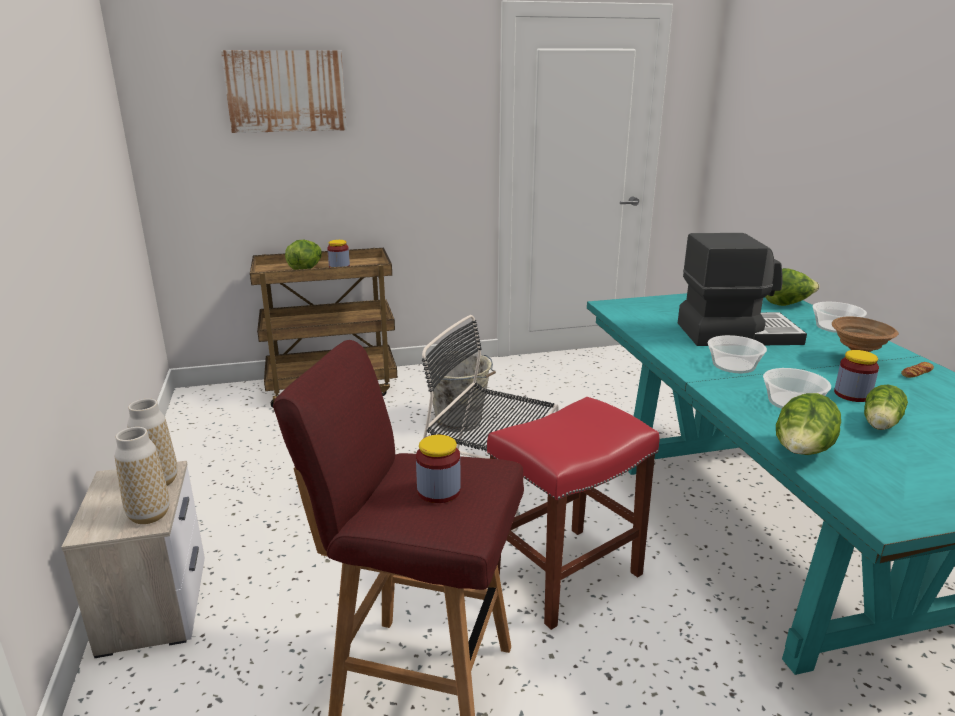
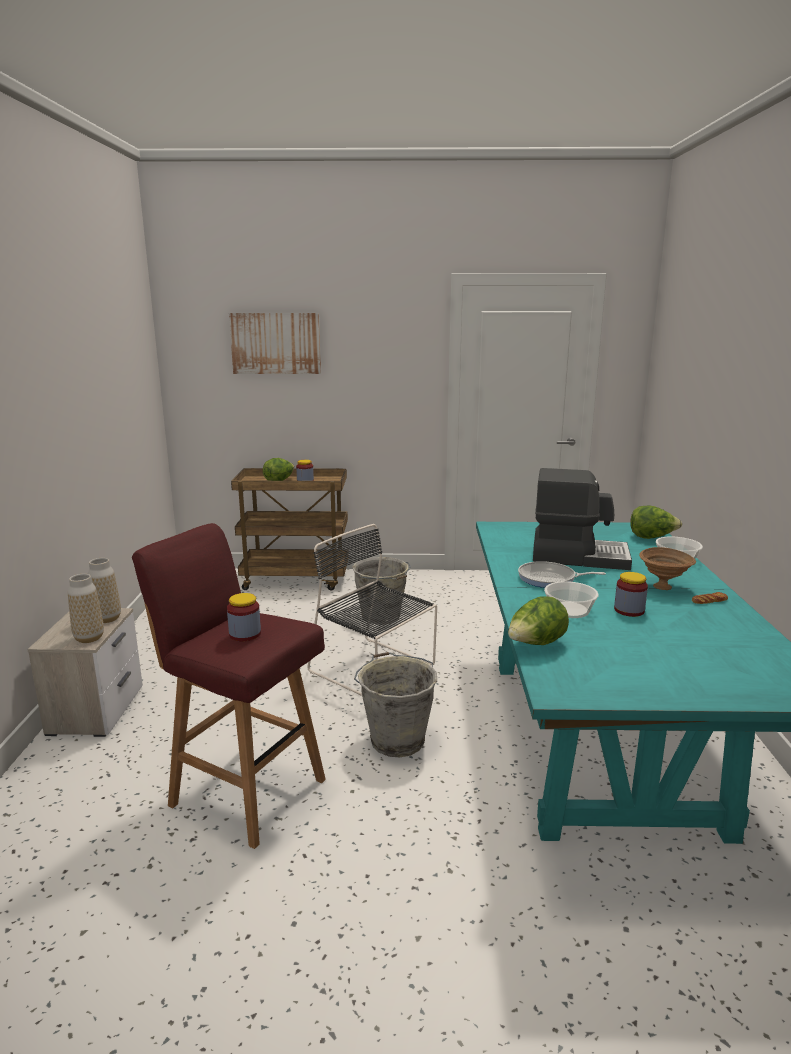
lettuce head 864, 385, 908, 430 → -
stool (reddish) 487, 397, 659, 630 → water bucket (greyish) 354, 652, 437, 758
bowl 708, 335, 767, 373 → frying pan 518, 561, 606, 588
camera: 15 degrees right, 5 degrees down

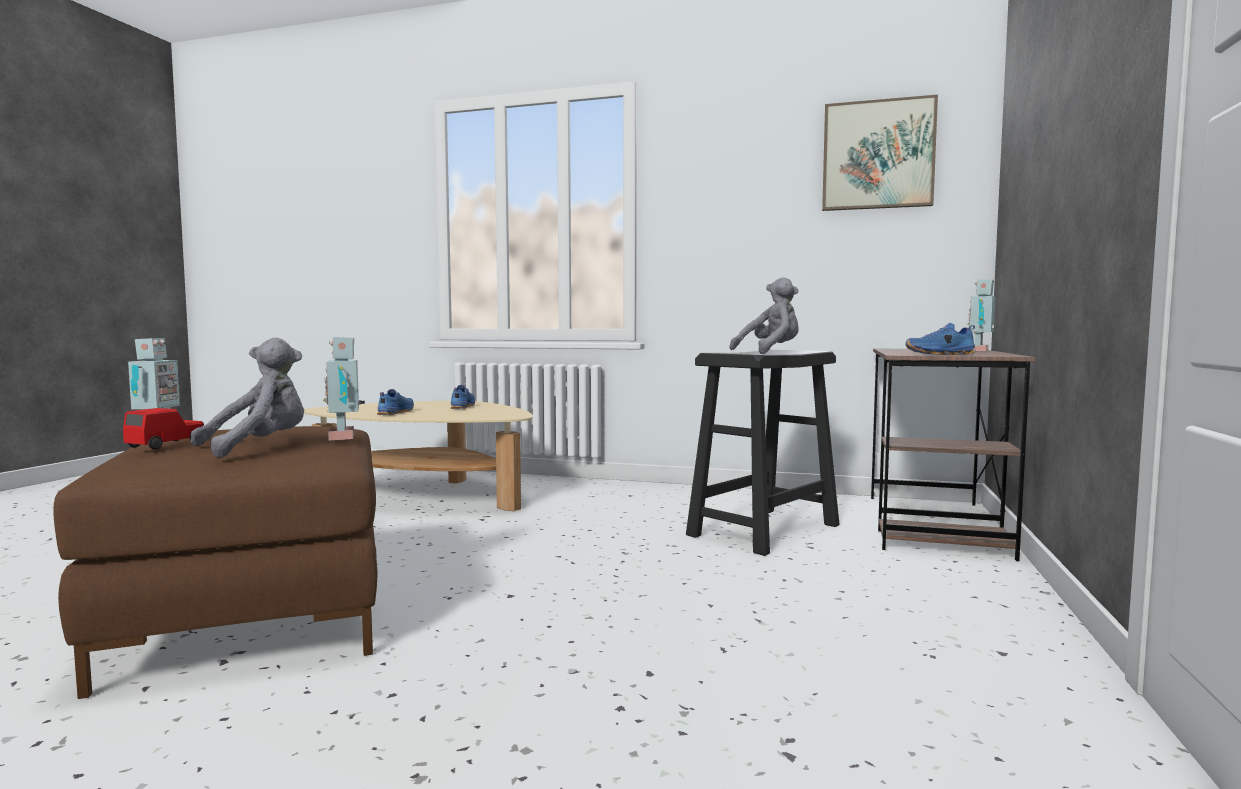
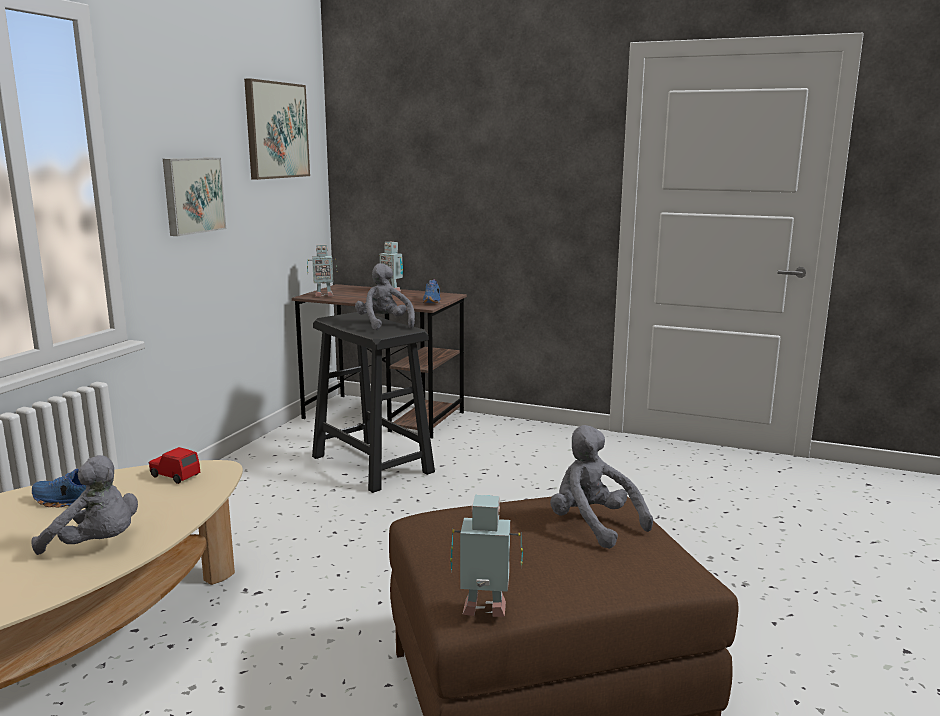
- → wall art 163, 158, 226, 236
miniature car (reddish) 123, 408, 204, 450 → miniature car (reddish) 149, 447, 200, 484, relocated
toy robot 323, 337, 365, 441 → toy robot 307, 245, 337, 297, relocated
shoe (blue) 377, 389, 414, 415 → plush toy (greyish) 31, 455, 138, 555
camera: 85 degrees left, 10 degrees up

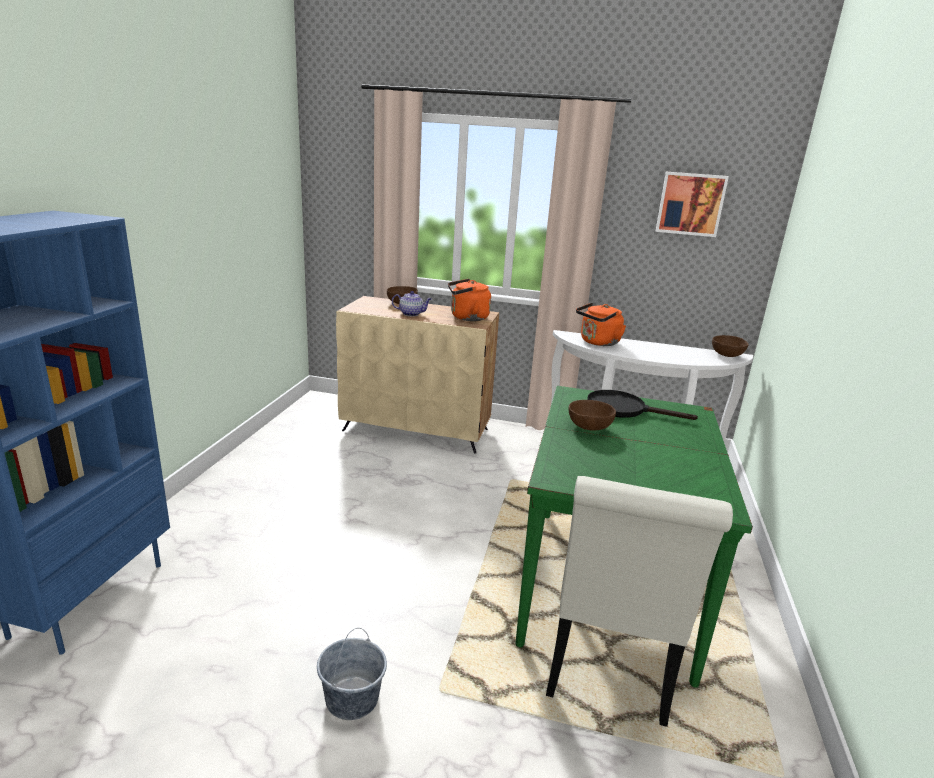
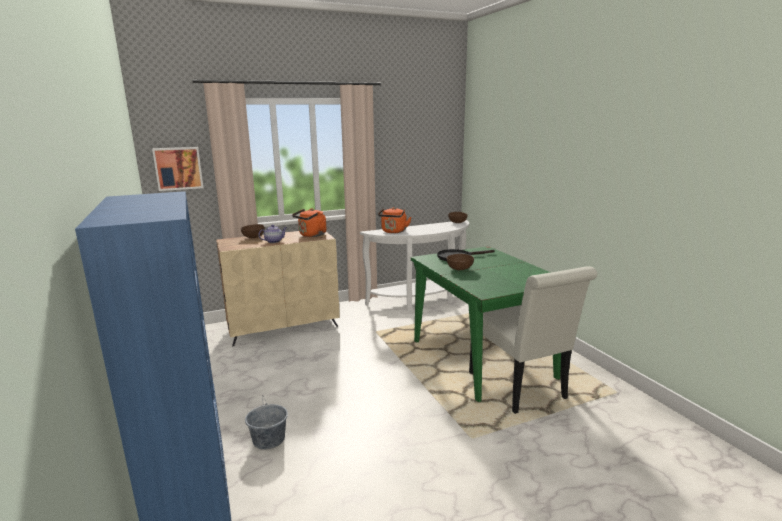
water bucket (greyish) 317, 628, 387, 720 → water bucket (greyish) 245, 395, 288, 450, relocated
wall art 656, 172, 729, 237 → wall art 152, 147, 203, 191, relocated
camera: 35 degrees left, 5 degrees down

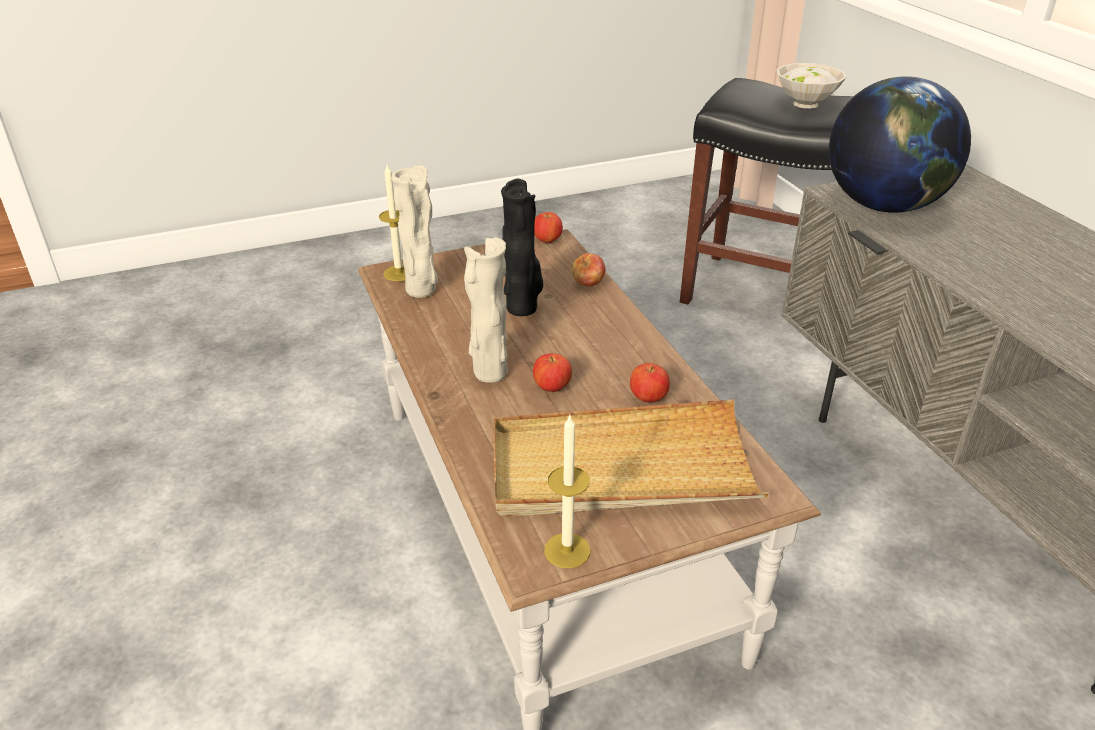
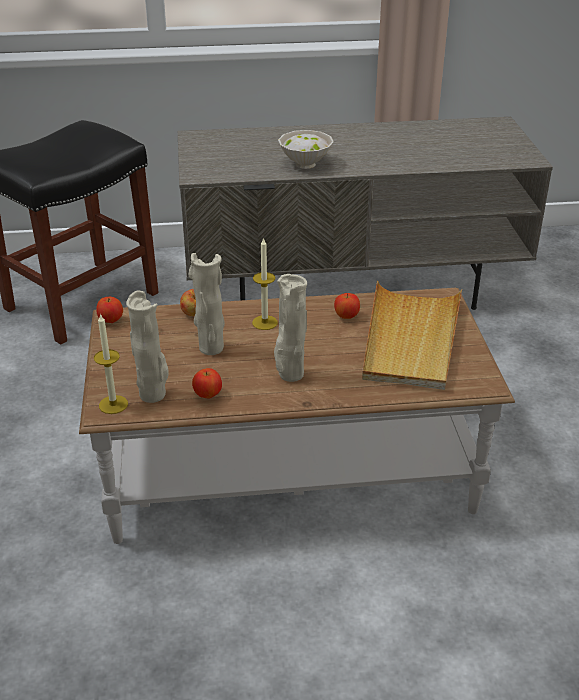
globe 829, 76, 971, 213 → -
apple fruit 533, 353, 572, 392 → apple fruit 192, 368, 222, 398, relocated
wax light 544, 415, 590, 568 → wax light 252, 237, 278, 330, relocated
bowl (whitish) 776, 63, 846, 109 → bowl (whitish) 278, 130, 334, 169, relocated
decorative vase (black) 501, 179, 543, 316 → decorative vase (beige-coloured) 189, 253, 225, 355
camera: 75 degrees left, 0 degrees up

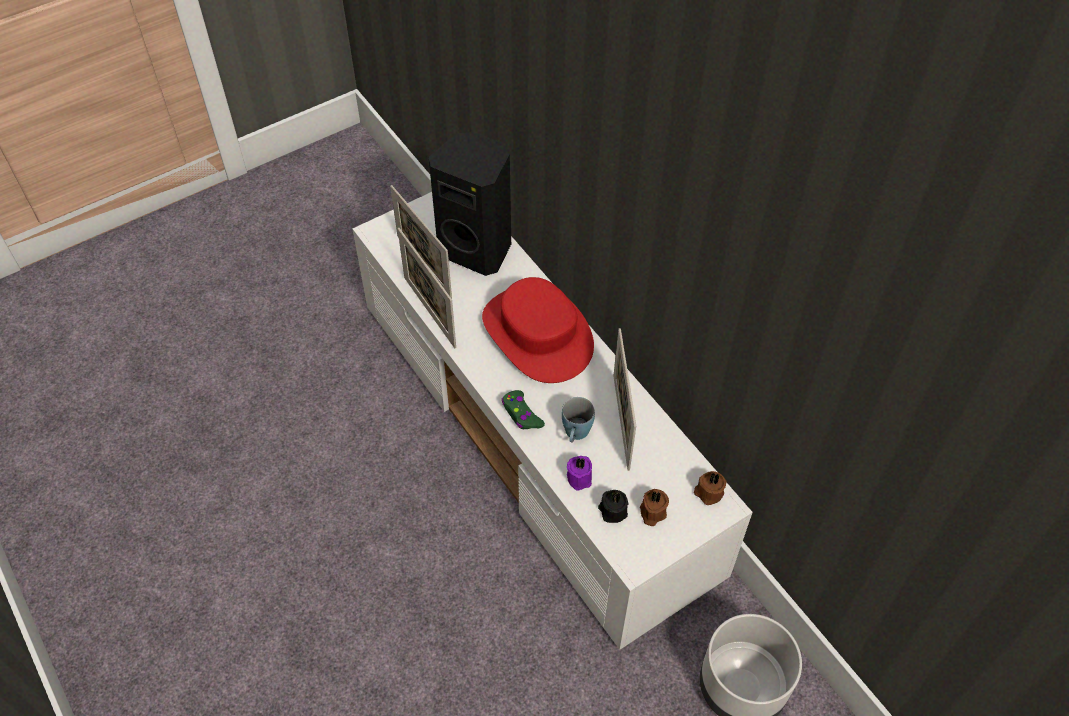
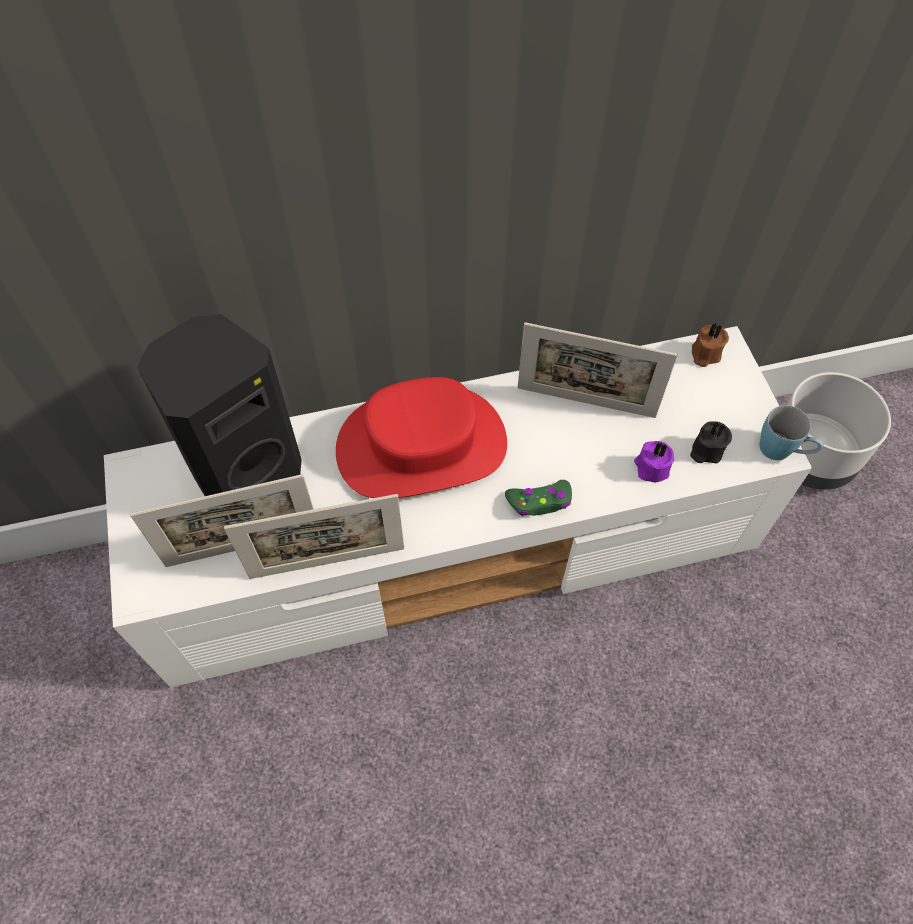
wax light (brown-coloured) 640, 489, 669, 526 → -
coffee mug (blue) 562, 397, 595, 443 → coffee mug (blue) 759, 405, 823, 460, relocated
camera: 70 degrees left, 5 degrees up

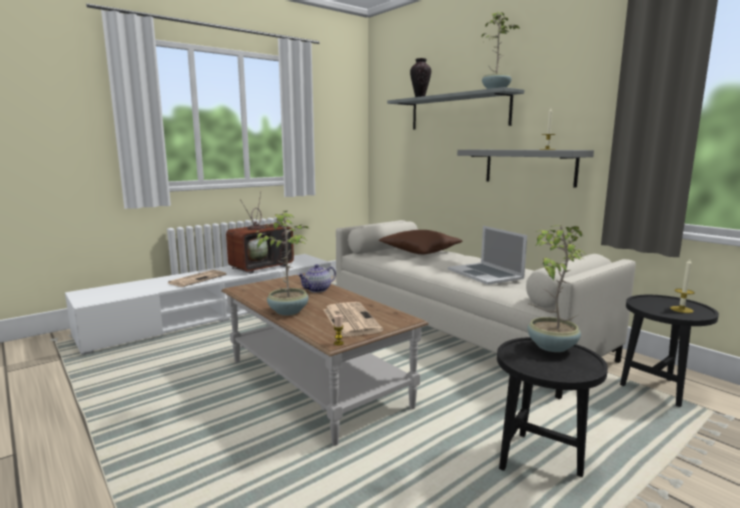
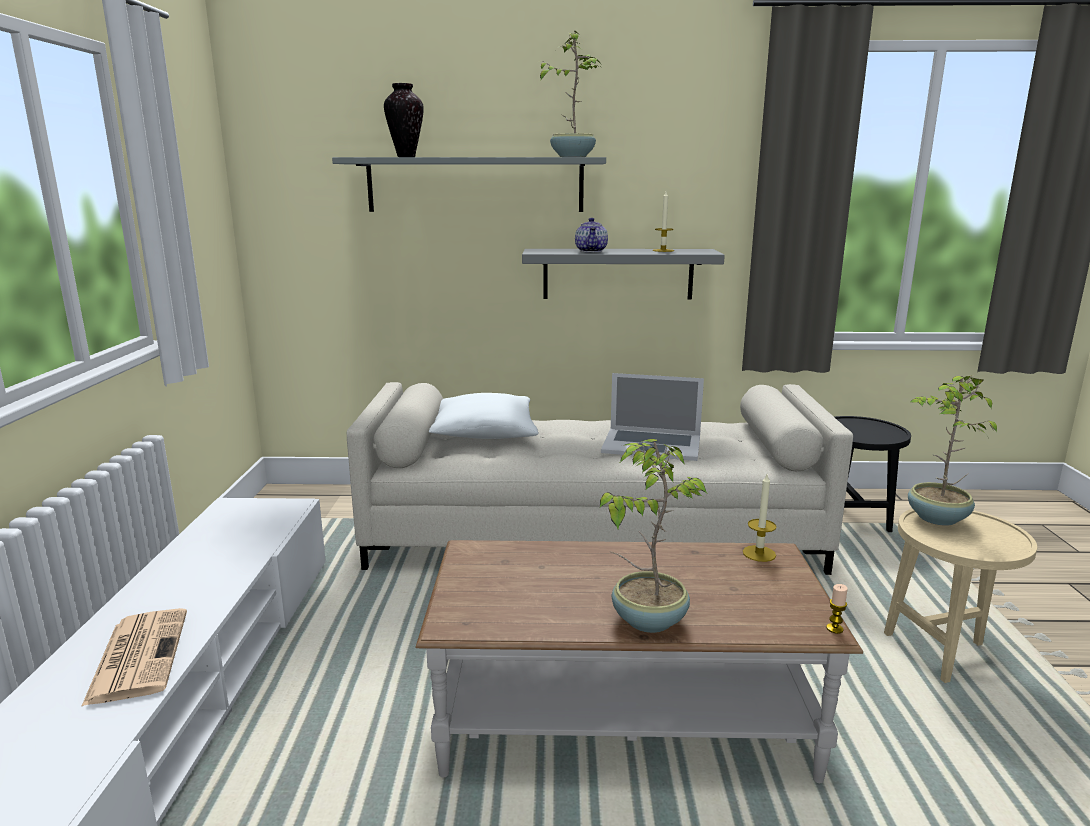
TV 226, 194, 294, 274 → -
printed paper 324, 302, 383, 337 → -
teapot 298, 264, 336, 293 → teapot 575, 218, 608, 252, relocated
wax light 670, 259, 695, 313 → wax light 743, 474, 777, 562, relocated
pillow (brown-coloured) 379, 230, 462, 255 → pillow (whitish) 429, 393, 539, 439
side table (black) 497, 337, 608, 477 → side table (beige-coloured) 884, 509, 1037, 683
camera: 50 degrees left, 5 degrees up

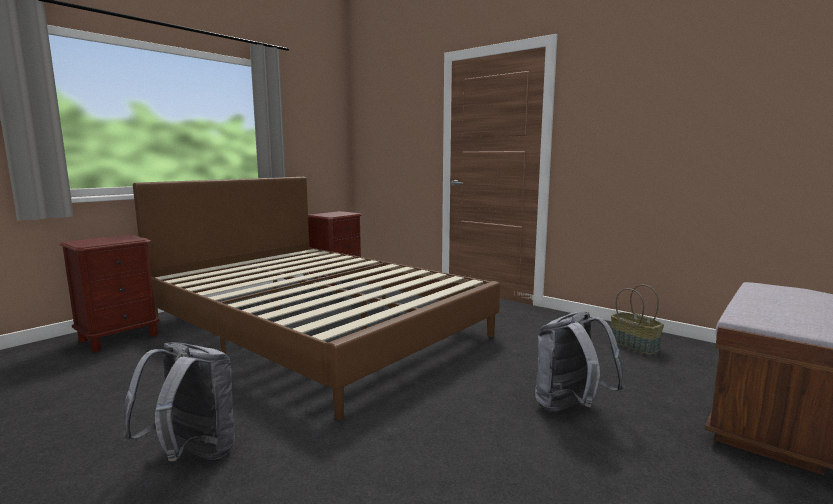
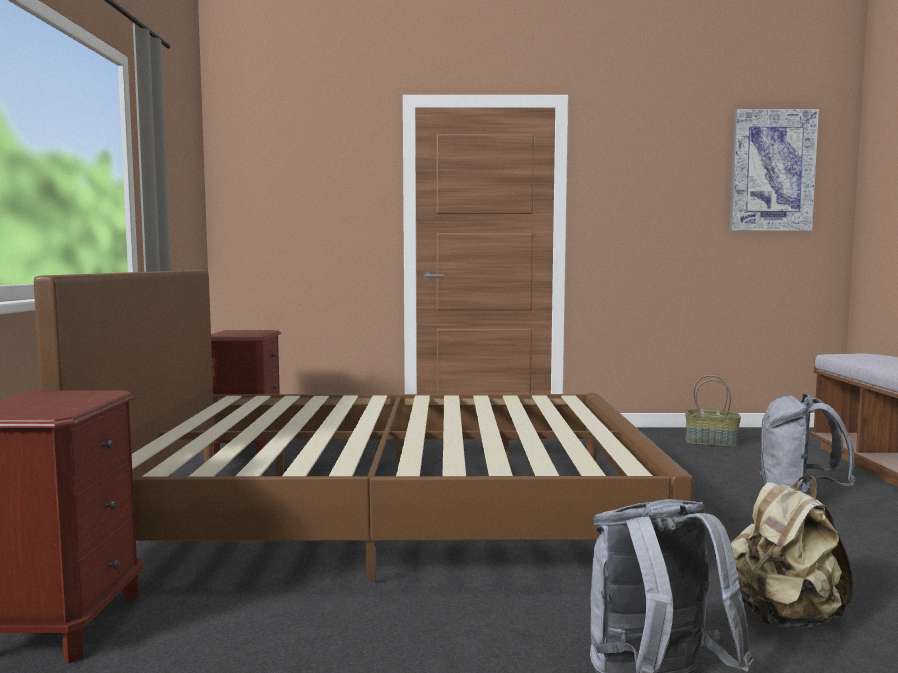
- → wall art 730, 109, 819, 231
- → rucksack (beige-coloured) 731, 476, 853, 628
camera: 40 degrees left, 5 degrees down

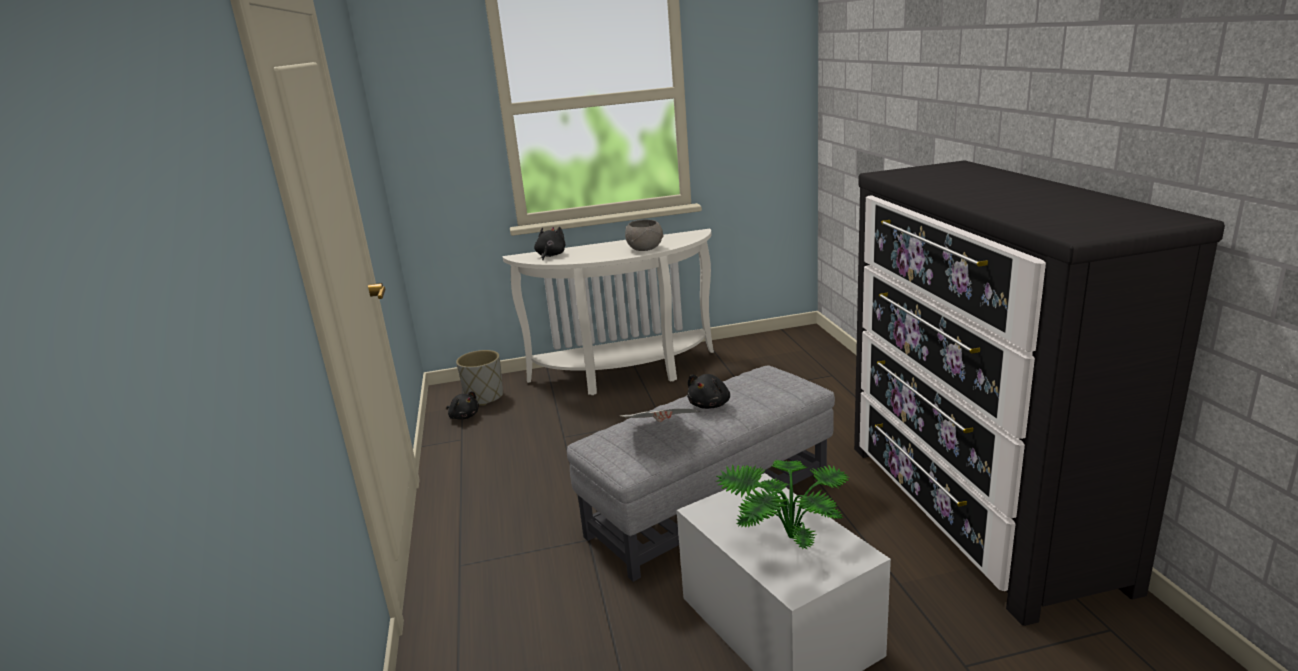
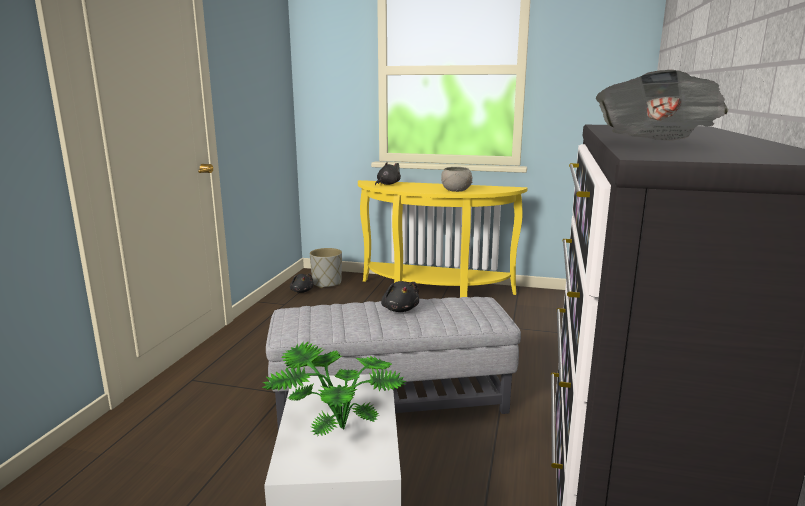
printed paper 620, 409, 701, 422 → printed paper 596, 70, 729, 140, relocated
narrow table (whitish) 502, 229, 714, 395 → narrow table (yellowish) 358, 180, 528, 297
plush toy (black) 687, 374, 730, 409 → plush toy (black) 381, 281, 419, 312, 75 degrees counterclockwise
camera: 25 degrees right, 5 degrees down

